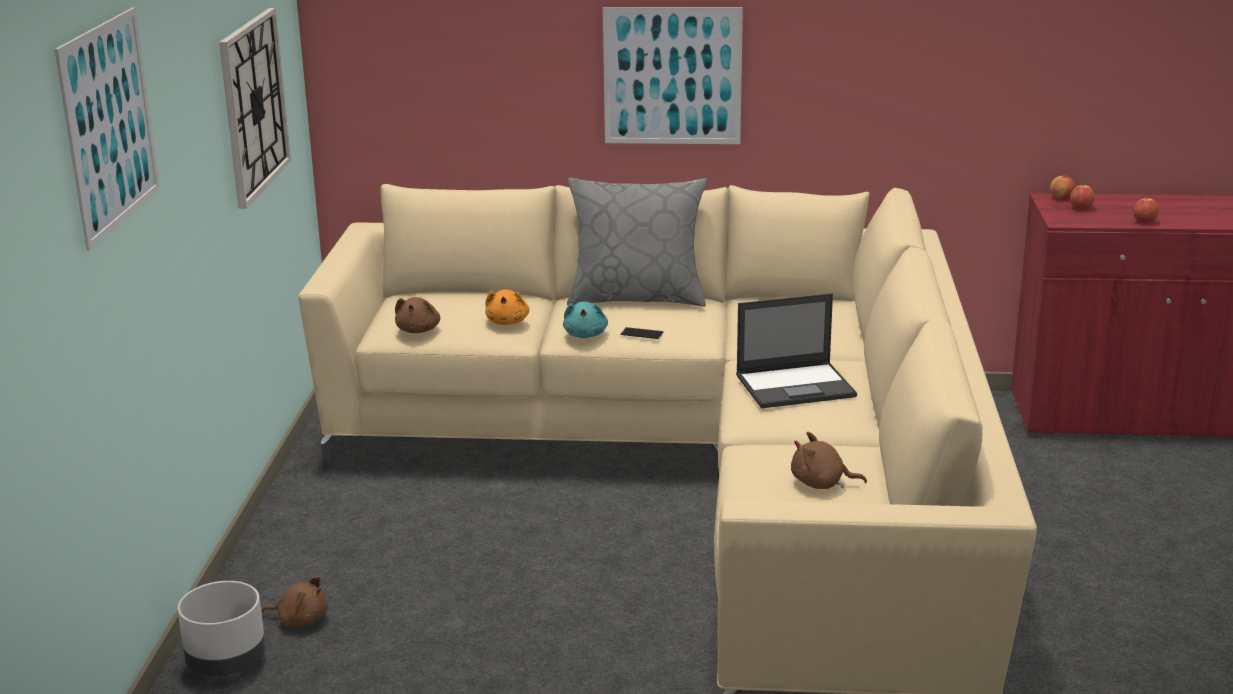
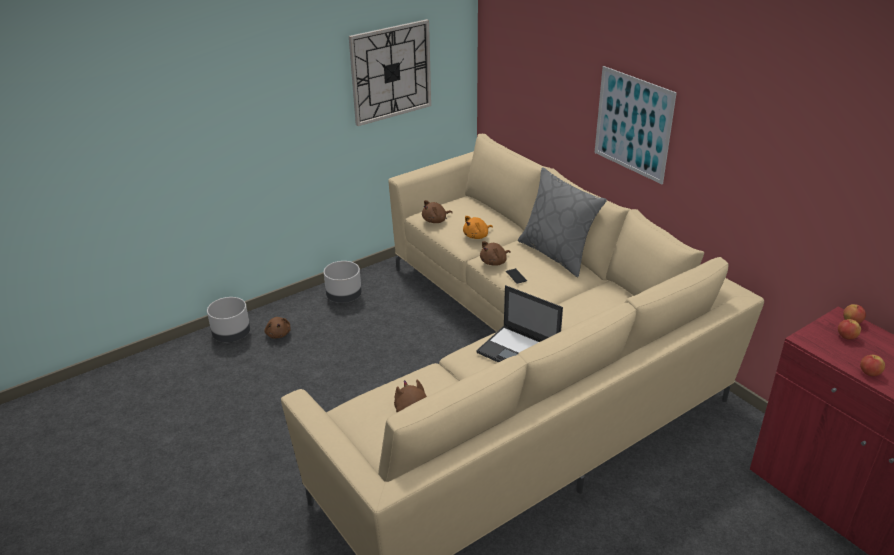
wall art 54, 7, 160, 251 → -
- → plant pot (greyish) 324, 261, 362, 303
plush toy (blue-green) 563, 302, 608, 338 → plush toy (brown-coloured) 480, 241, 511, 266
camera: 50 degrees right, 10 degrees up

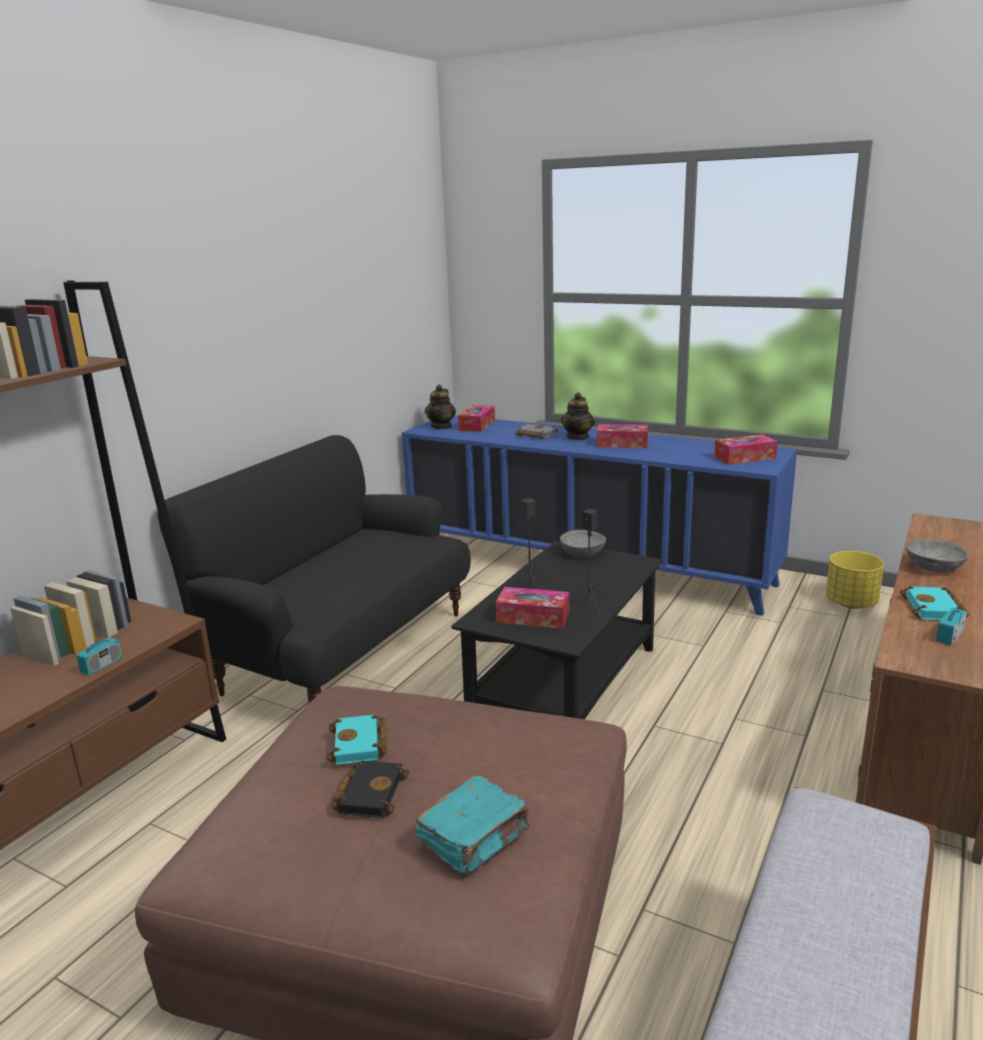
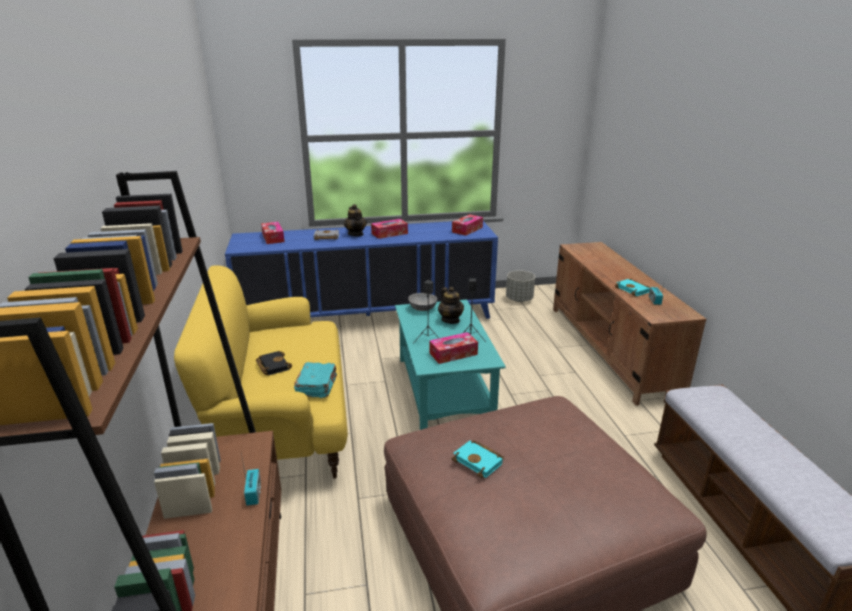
bowl (greyish) 906, 539, 969, 572 → -
book (black) 331, 760, 410, 818 → book (black) 256, 351, 292, 375, relocated
book (blue-green) 415, 776, 530, 874 → book (blue-green) 294, 362, 337, 398, relocated
teapot 425, 384, 456, 429 → teapot 438, 287, 464, 324, relocated
couch (black) 157, 435, 471, 704 → couch (yellowish) 174, 265, 348, 479
lounge table (black) 451, 541, 663, 719 → lounge table (blue-green) 395, 300, 506, 430
plant pot (yellowish) 826, 551, 884, 609 → plant pot (greyish) 506, 270, 535, 302
camera: 40 degrees left, 5 degrees up

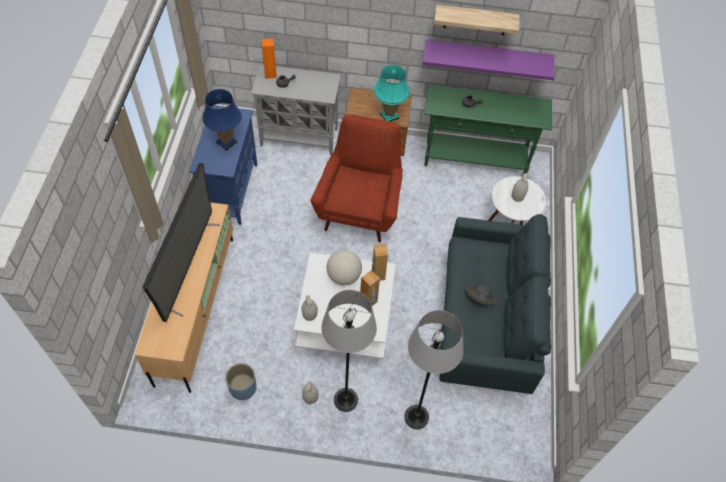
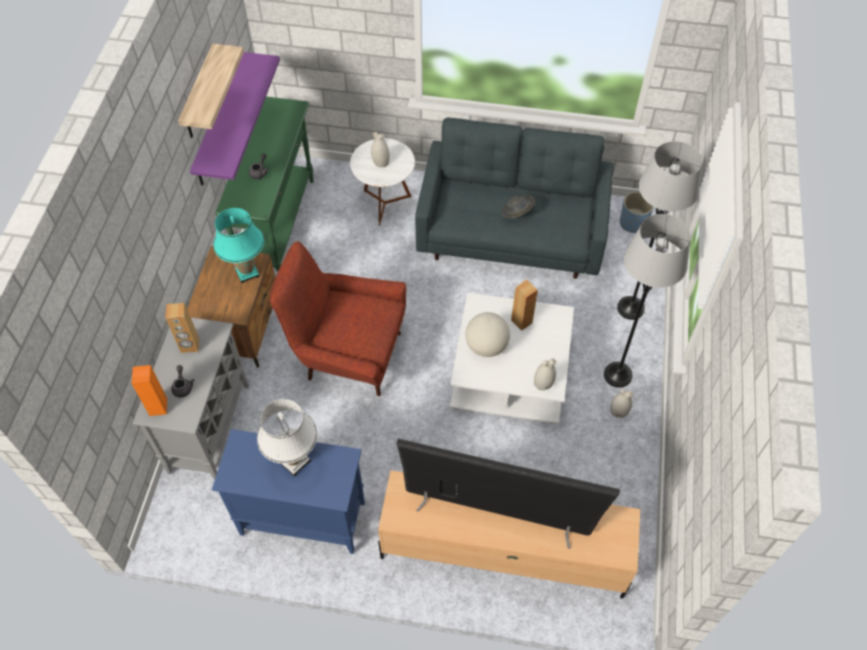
plant pot (blue) 225, 363, 256, 400 → plant pot (blue) 620, 192, 654, 233, relocated
loudspeaker (brown-coloured) 372, 244, 388, 280 → loudspeaker (brown-coloured) 166, 303, 199, 353, relocated
tabletop lamp (blue) 202, 89, 242, 151 → tabletop lamp (whitish) 257, 399, 317, 476
camera: 85 degrees left, 0 degrees up

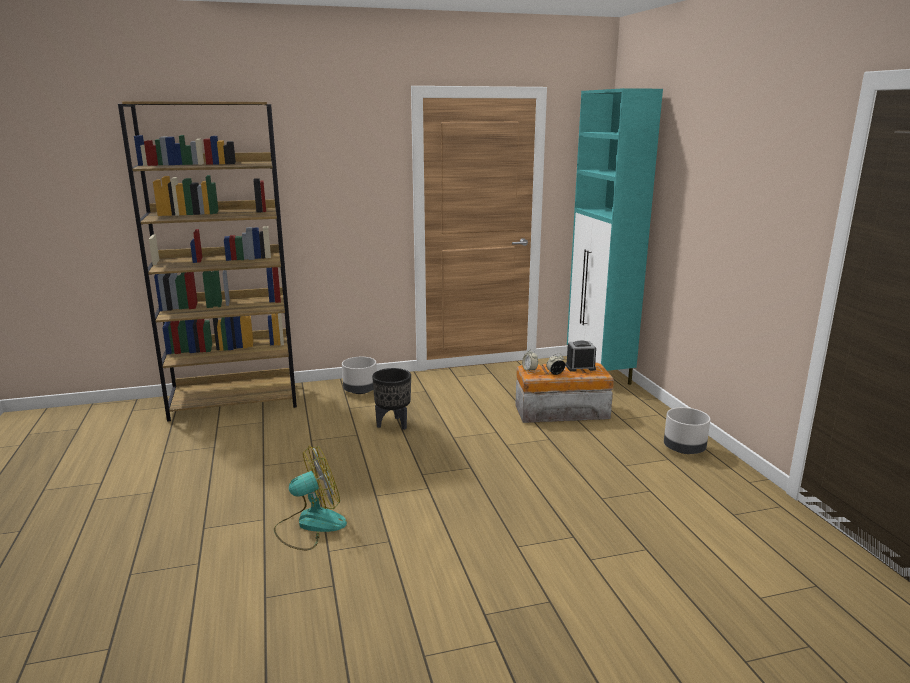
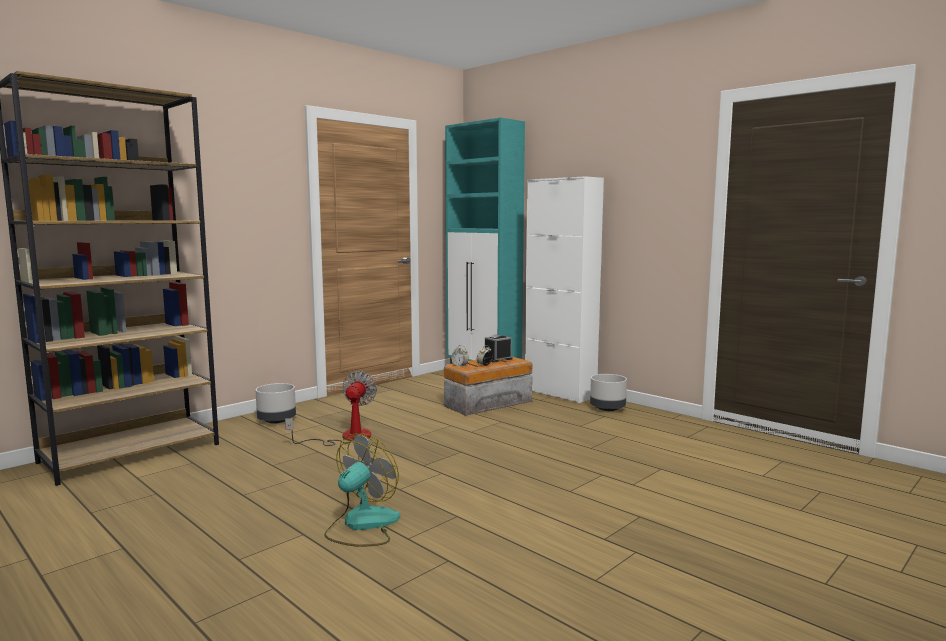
- → storage cabinet (whitish) 525, 176, 604, 403
plant pot (black) 372, 368, 411, 430 → cooling fan 285, 371, 377, 446
camera: 30 degrees left, 10 degrees down

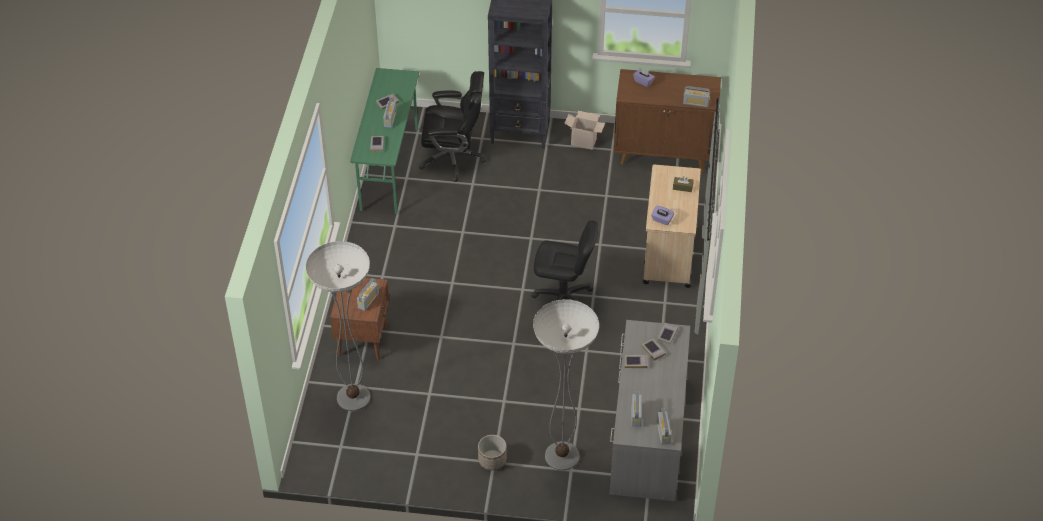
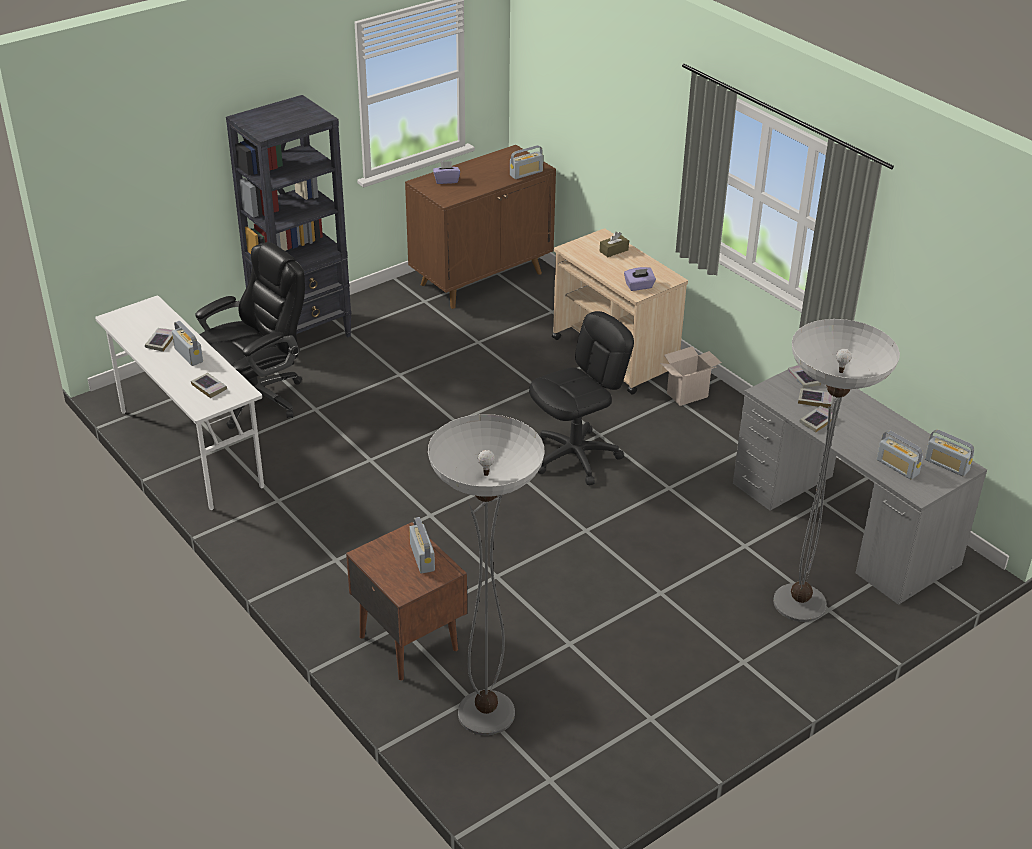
plant pot 478, 435, 507, 470 → -
cardboard box 564, 111, 605, 150 → cardboard box 660, 346, 722, 406, relocated
desk unit (green) 350, 68, 419, 214 → desk unit (whitish) 95, 296, 264, 510
camera: 45 degrees left, 10 degrees down

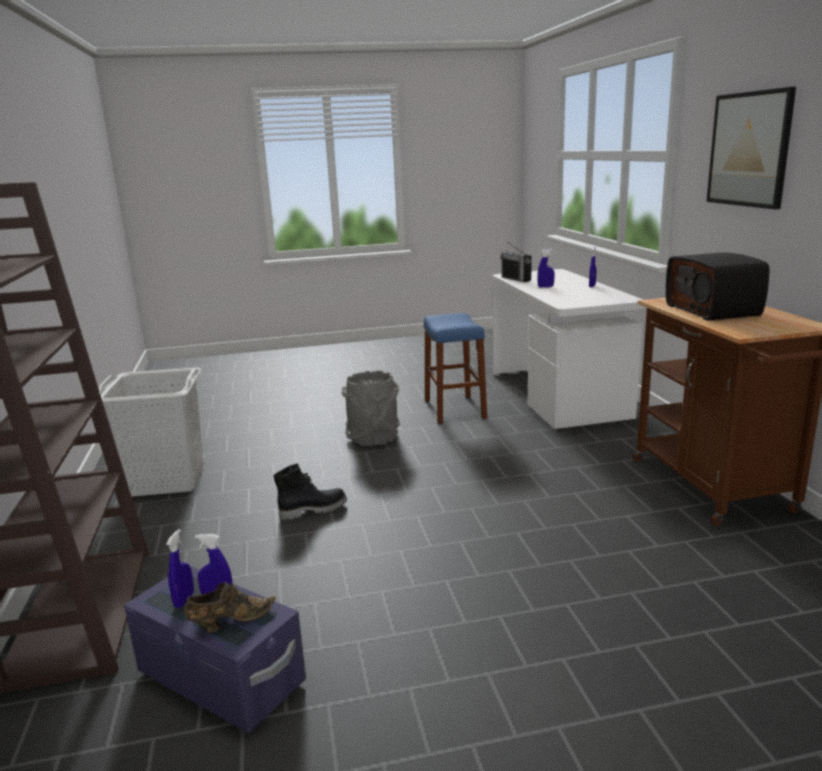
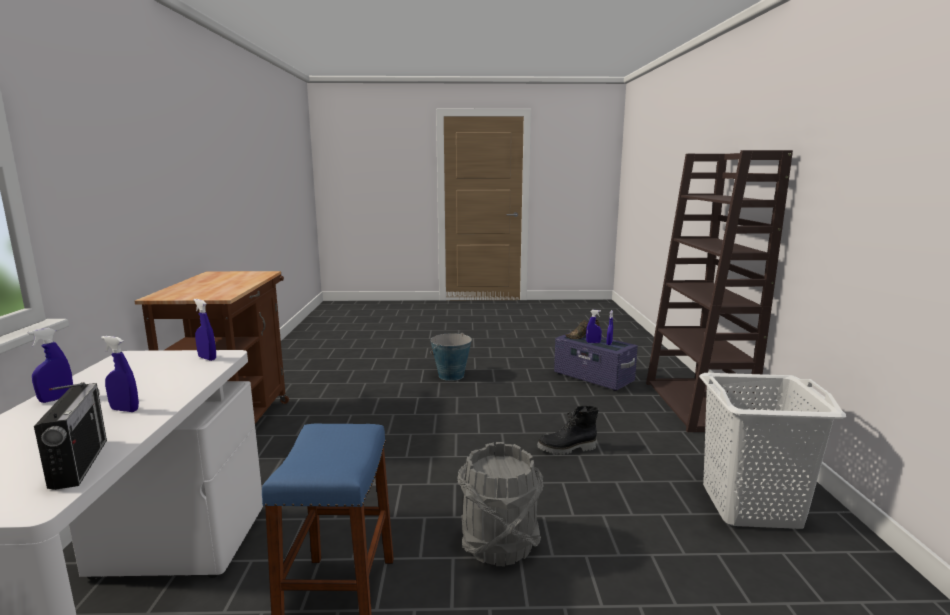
radio receiver 666, 252, 769, 321 → -
wall art 706, 87, 796, 209 → -
- → sprayer (blue) 193, 299, 216, 361
- → water bucket 430, 333, 472, 381
camera: 170 degrees left, 5 degrees down

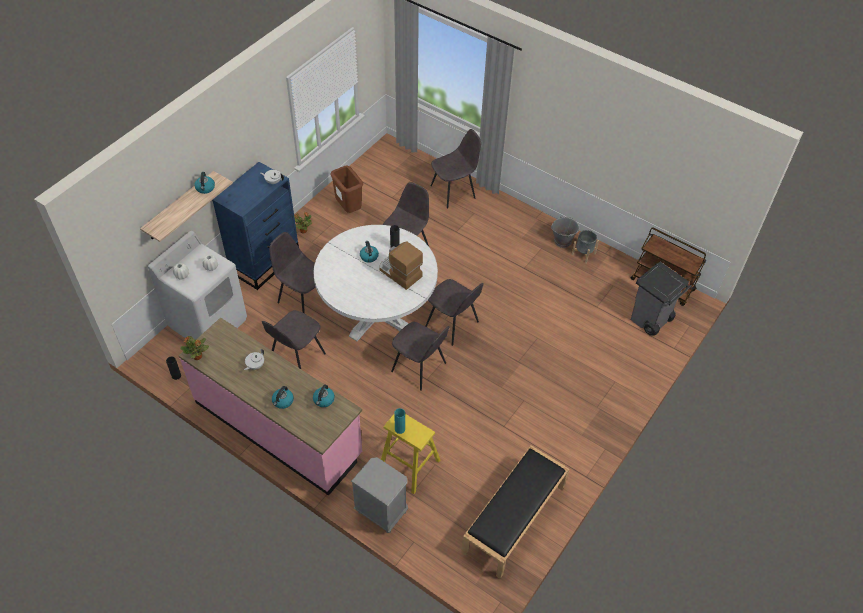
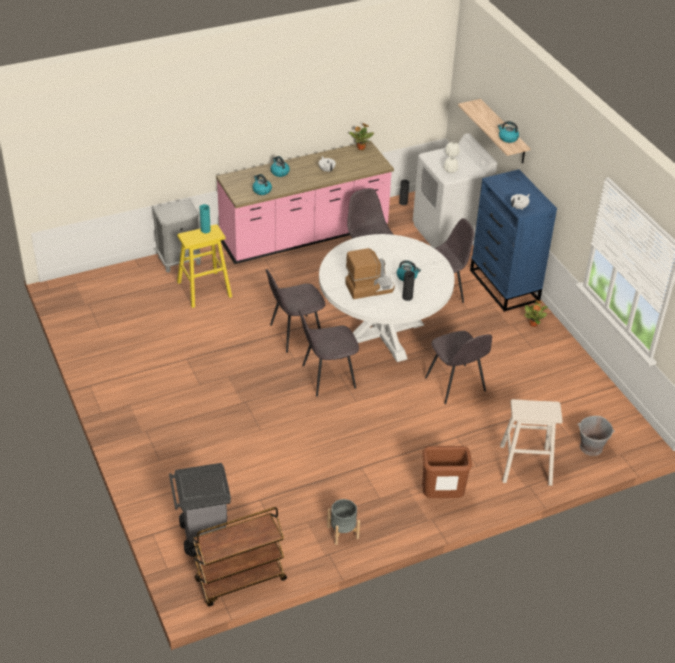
long seat (black) 461, 446, 569, 579 → -
trash can (brown-coloured) 331, 166, 363, 213 → trash can (brown-coloured) 422, 446, 472, 498, relocated
water bucket (greyish) 551, 216, 579, 248 → water bucket (greyish) 577, 416, 615, 456, relocated
plain chair (greyish) 431, 129, 481, 208 → stool (beige-coloured) 500, 399, 562, 486
camera: 120 degrees right, 10 degrees down

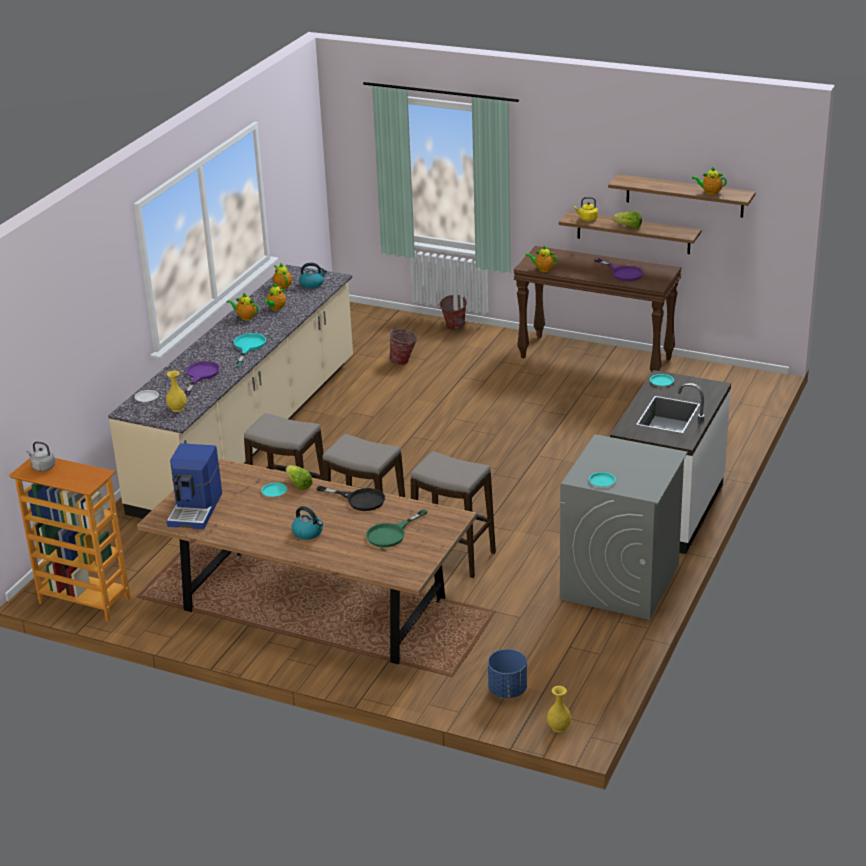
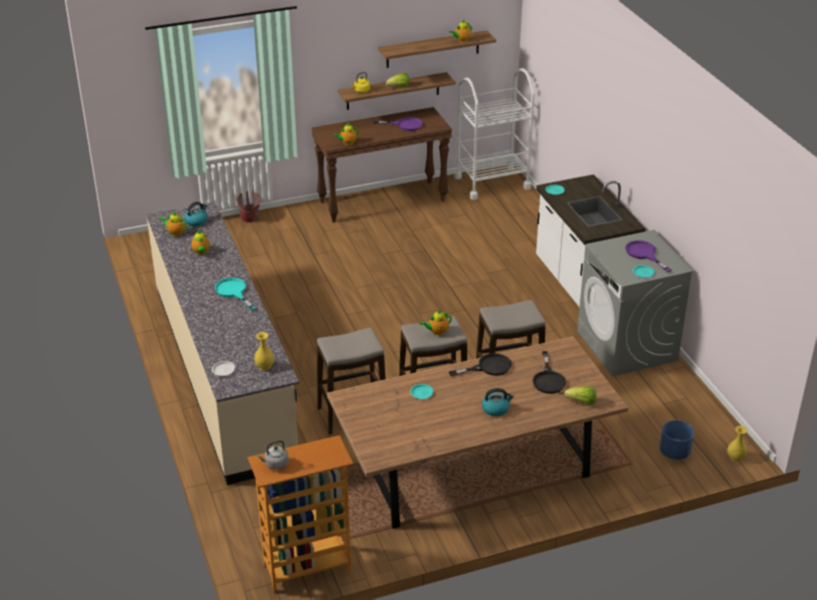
coffee maker 167, 443, 222, 529 → -
water bucket 388, 327, 418, 365 → -
- → trolley (whitish) 454, 68, 535, 200
frying pan (purple) 184, 361, 220, 395 → frying pan (purple) 625, 240, 671, 272, relocated
teapot 227, 293, 258, 320 → teapot 420, 309, 452, 335, relocated
lettuce head 286, 465, 313, 490 → lettuce head 564, 386, 597, 405, relocated
frying pan (green) 366, 509, 428, 548 → frying pan (black) 533, 351, 566, 394
camera: 45 degrees left, 5 degrees up

